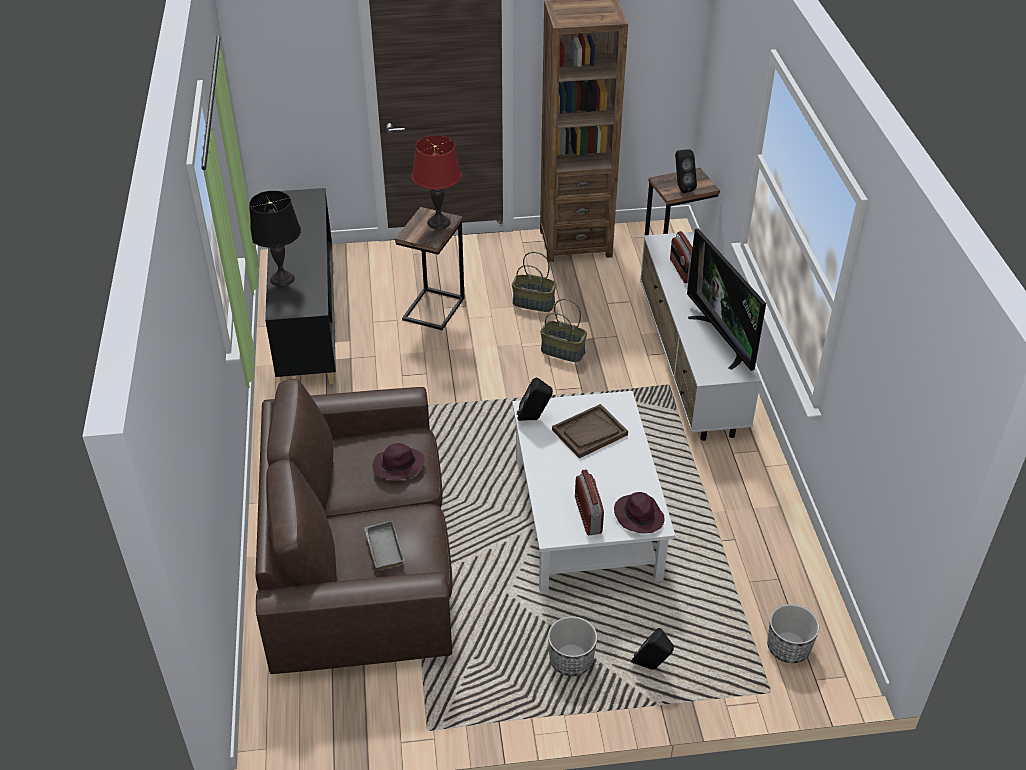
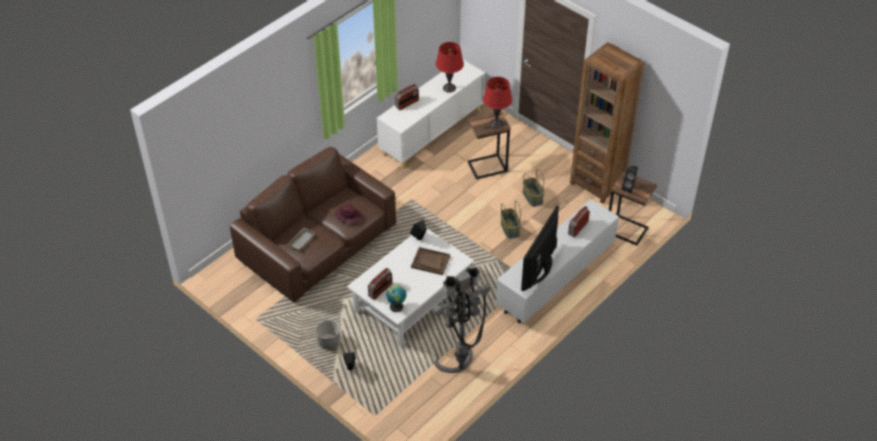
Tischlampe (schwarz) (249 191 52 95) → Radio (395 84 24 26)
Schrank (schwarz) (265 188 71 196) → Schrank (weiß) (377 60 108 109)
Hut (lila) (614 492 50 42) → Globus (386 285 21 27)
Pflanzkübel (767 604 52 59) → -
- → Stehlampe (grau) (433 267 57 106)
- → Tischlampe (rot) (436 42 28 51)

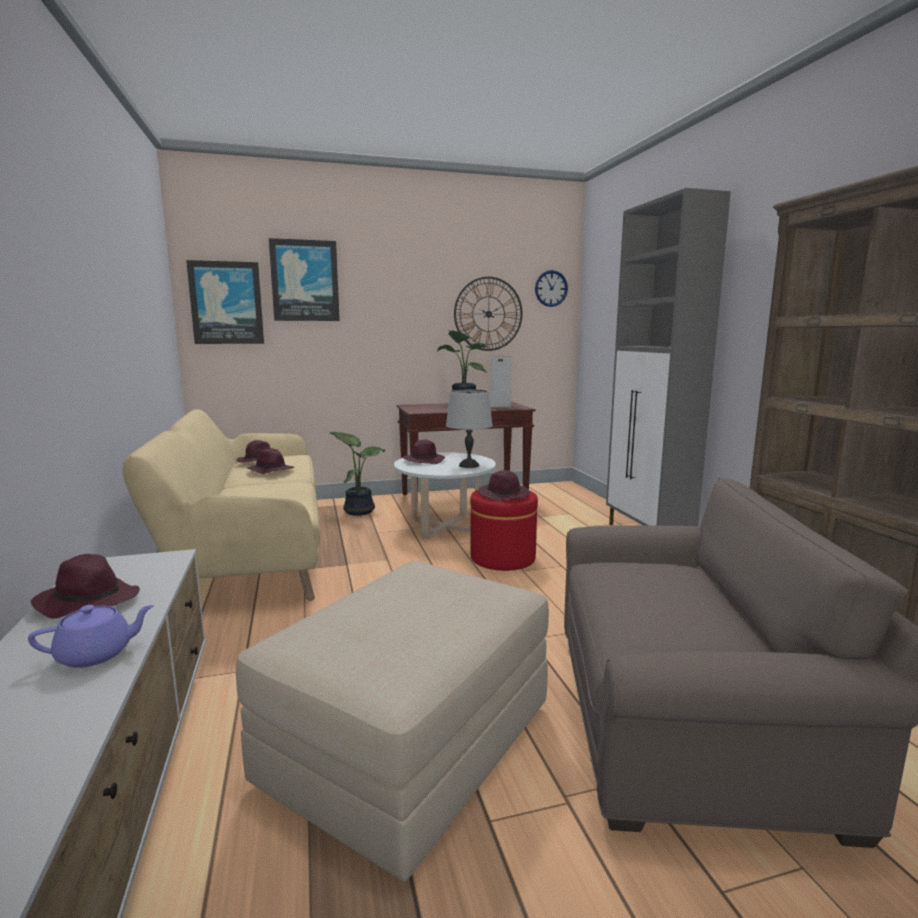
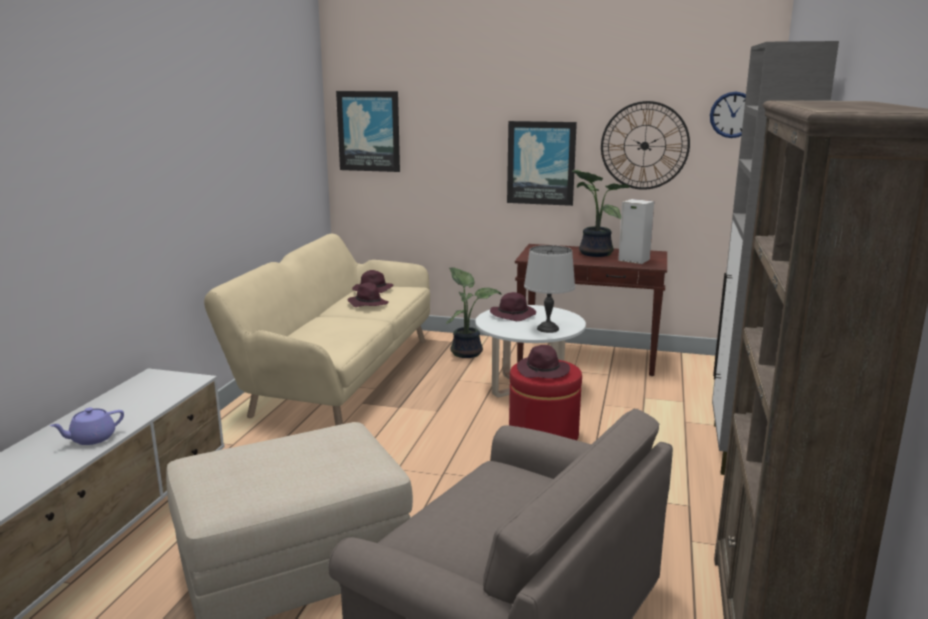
Teekanne (lila) (28 605 126 63) → Teekanne (lila) (50 408 74 37), 135 degrees clockwise
Hut (lila) (31 554 109 65) → -
Bild (269 238 71 83) → Bild (507 121 70 85), move

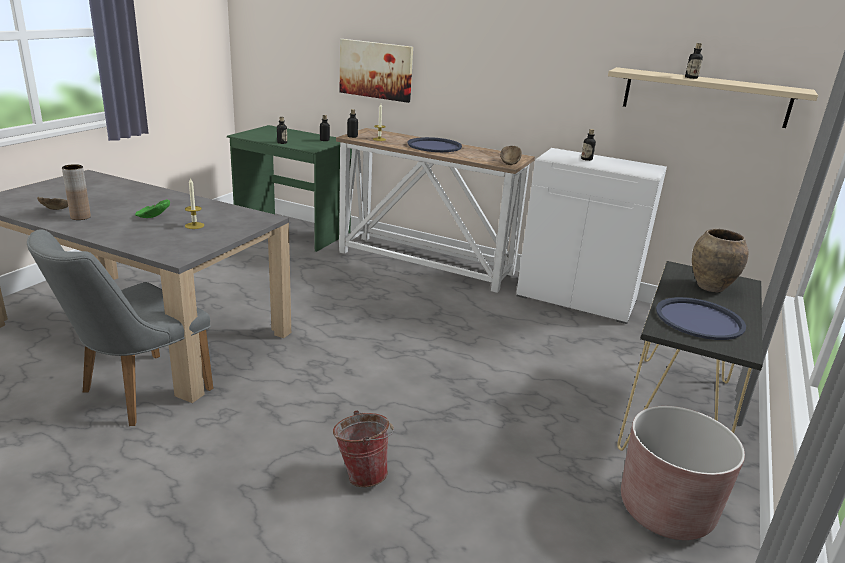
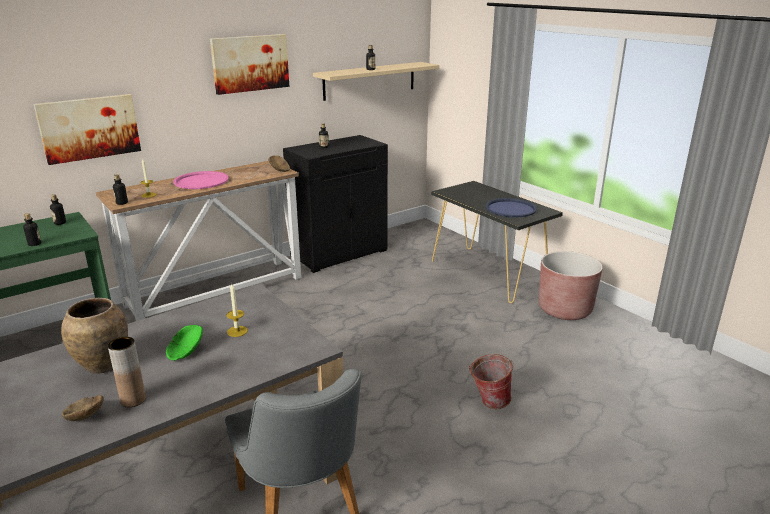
Tablett (blau) (408 137 54 15) → Tablett (rosa) (173 171 56 18)
Schrank (weiß) (516 148 151 176) → Schrank (schwarz) (283 135 105 138)
Vase (braun) (692 229 56 63) → Vase (braun) (61 298 67 76), move
- → Bild (210 34 80 61)

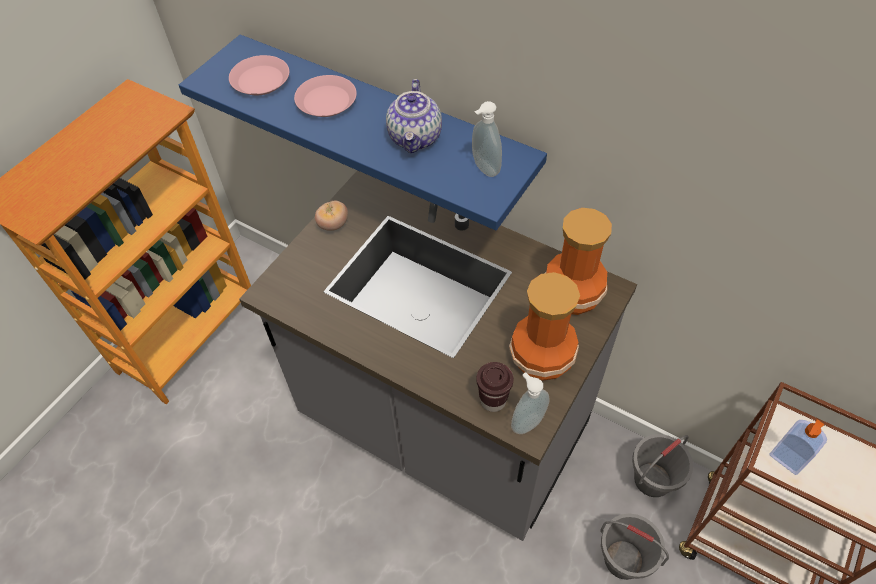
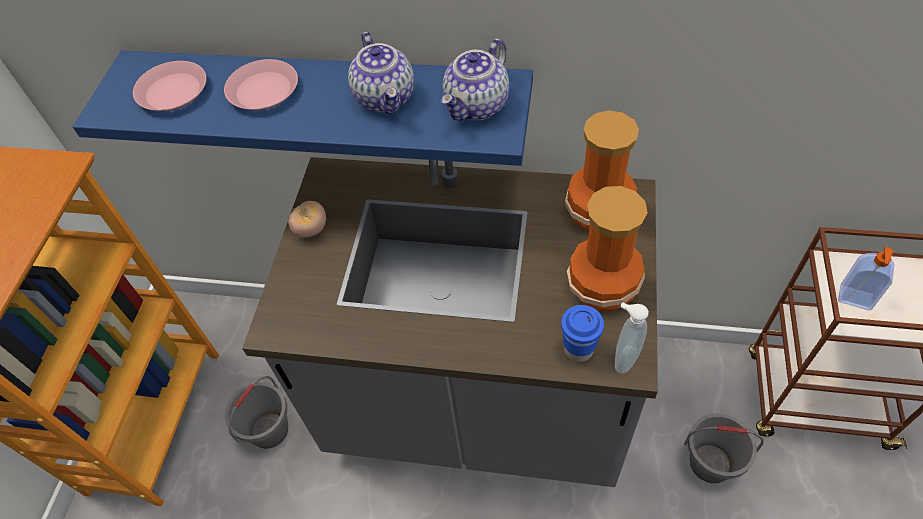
Seifenspender (472 101 30 76) → Teekanne (442 38 67 82)
Tasse (braun) (476 362 38 50) → Tasse (blau) (561 305 43 57)
Eimer (grau) (632 434 61 63) → Eimer (grau) (225 376 63 73), move

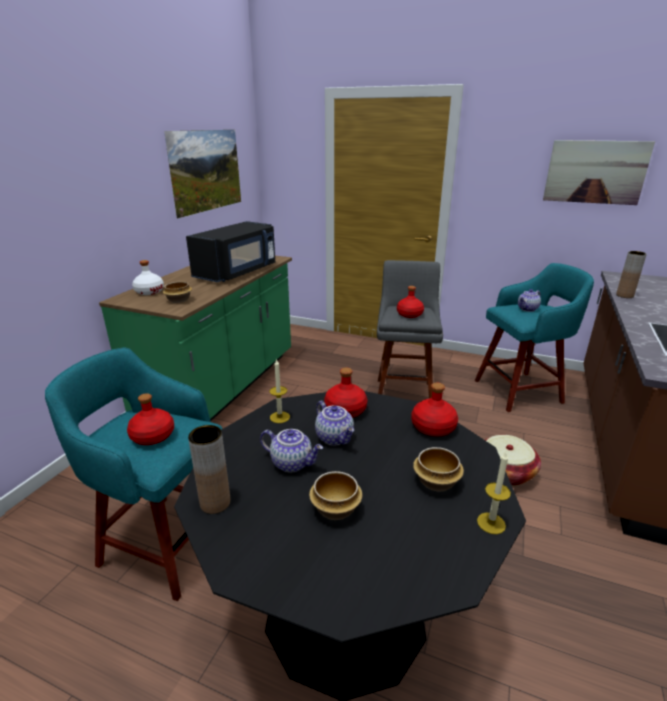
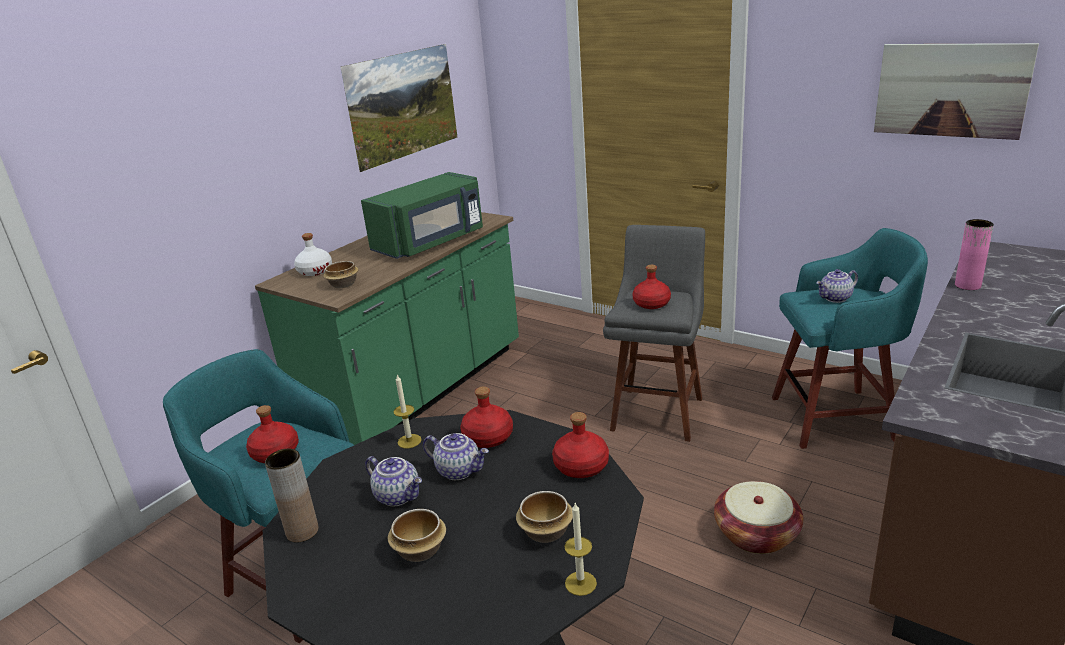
Mikrowelle (schwarz) (186 221 89 61) → Mikrowelle (grün) (361 172 122 87)
Teekanne (315 401 39 45) → Teekanne (423 433 66 47), 45 degrees counterclockwise
Vase (braun) (616 251 31 47) → Vase (rosa) (955 219 39 71)

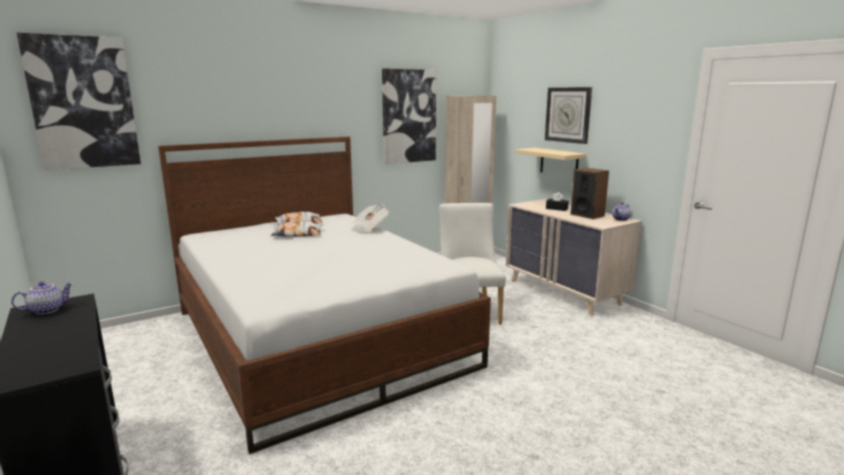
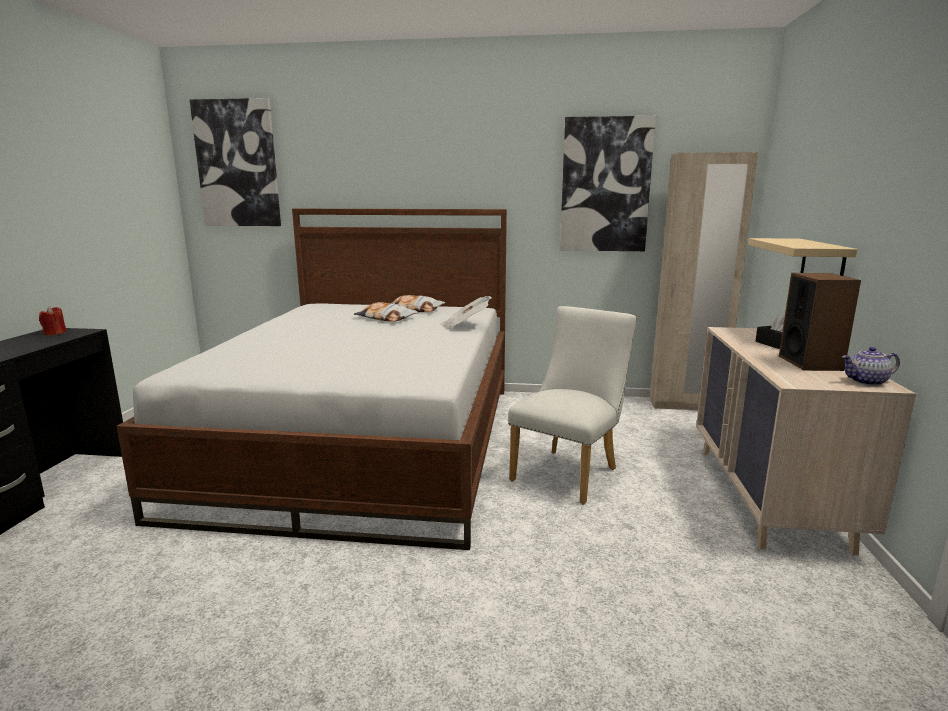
Teekanne (11 282 63 32) → Kerze (rot) (39 307 27 28)
Wanduhr (545 87 47 57) → -

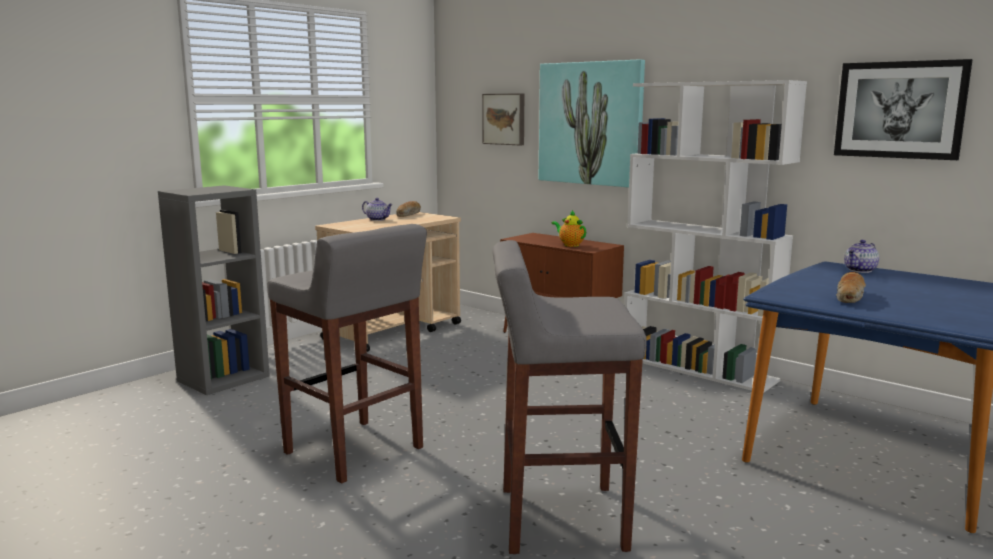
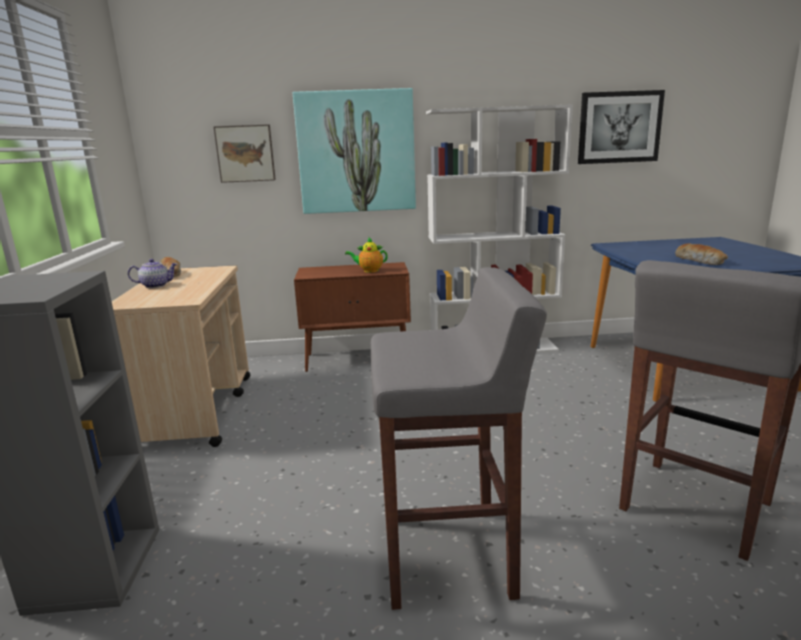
Teekanne (844 240 35 33) → -

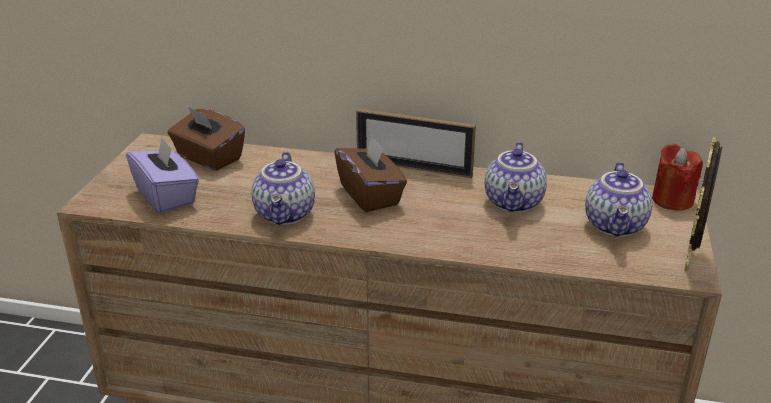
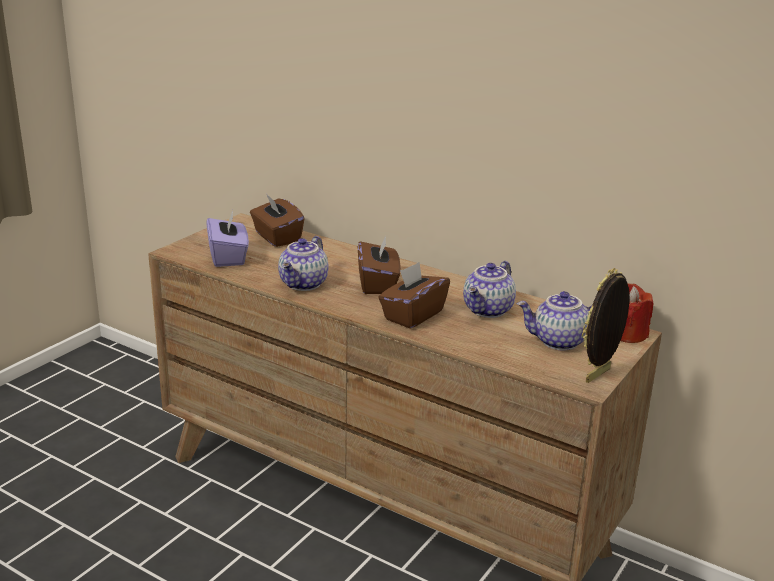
Bilderrahmen (356 109 120 69) → -
Teekanne (585 162 67 75) → Teekanne (516 291 76 60), 60 degrees clockwise
- → Taschentuchbox (braun) (378 262 72 66)

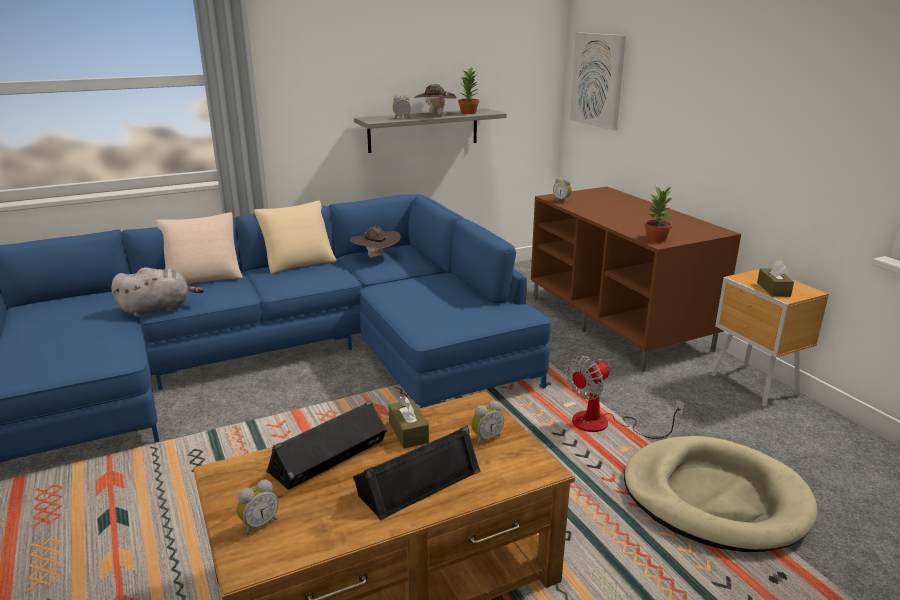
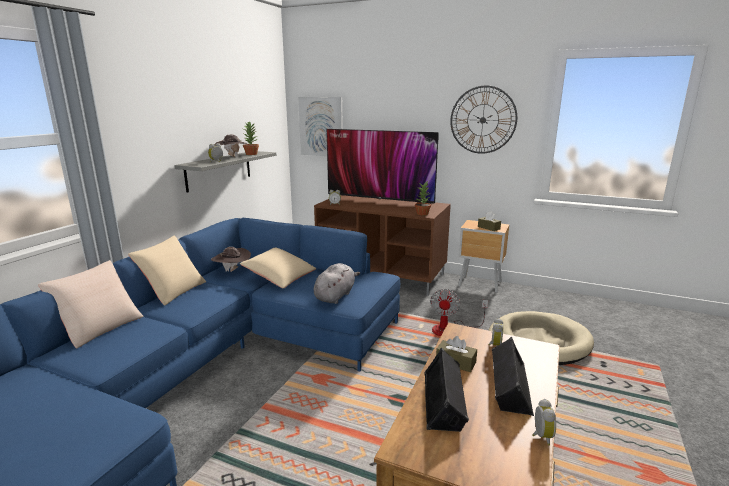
Plüschtier (grau) (111 267 93 50) → Plüschtier (grau) (314 263 46 41), move
Wecker (237 479 42 56) → Wecker (532 399 24 47), move
- → Kissen (beige) (240 248 77 40)
- → Fernseher (327 129 112 75)
- → Wanduhr (450 86 67 68)

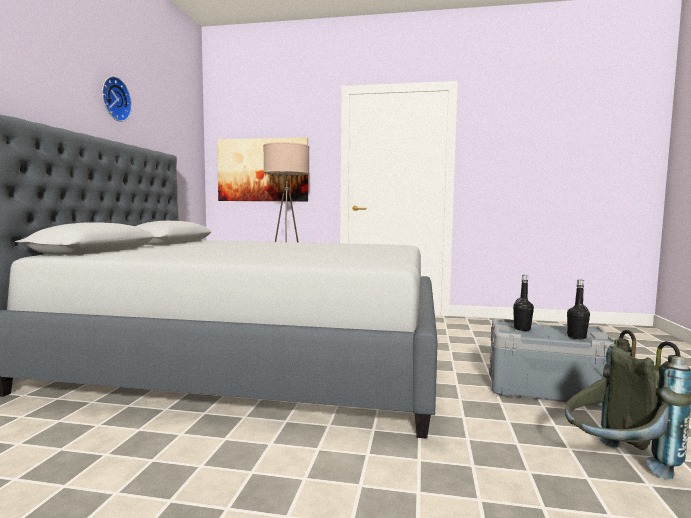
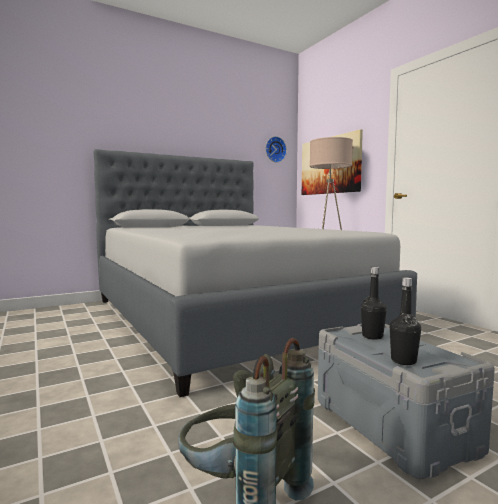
Wanduhr (102 76 30 46) → Wanduhr (265 136 22 27), move

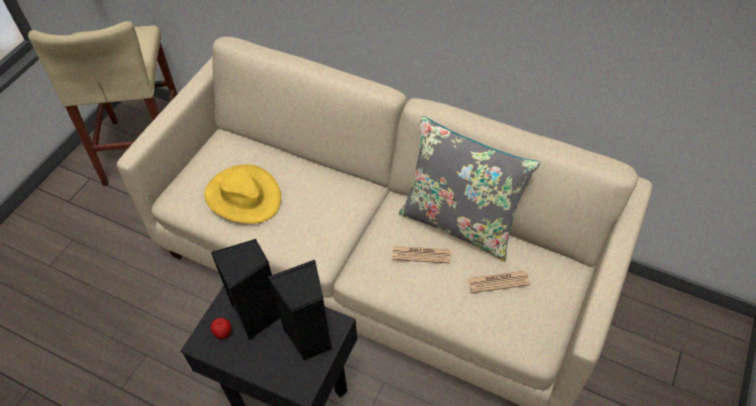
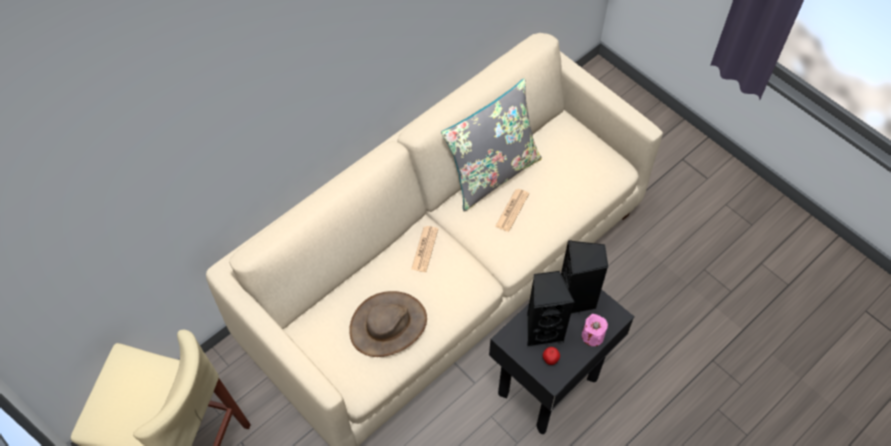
Hut (gelb) (204 165 77 59) → Hut (braun) (349 291 78 66)
Zeitung (468 271 62 22) → Zeitung (412 226 26 46), move
- → Kerze (rosa) (582 314 26 32)

